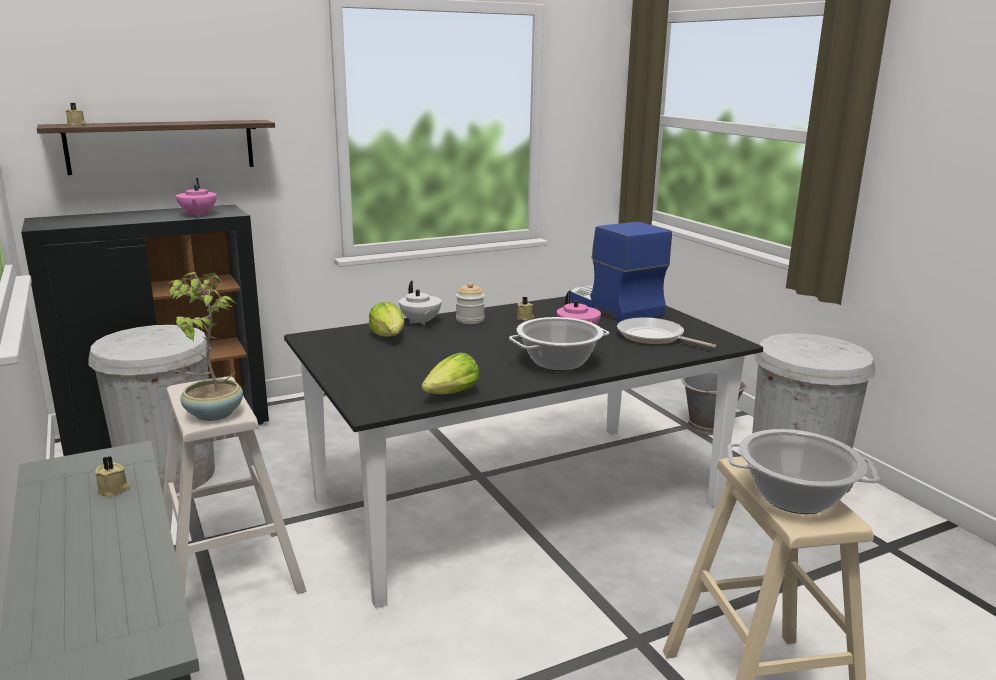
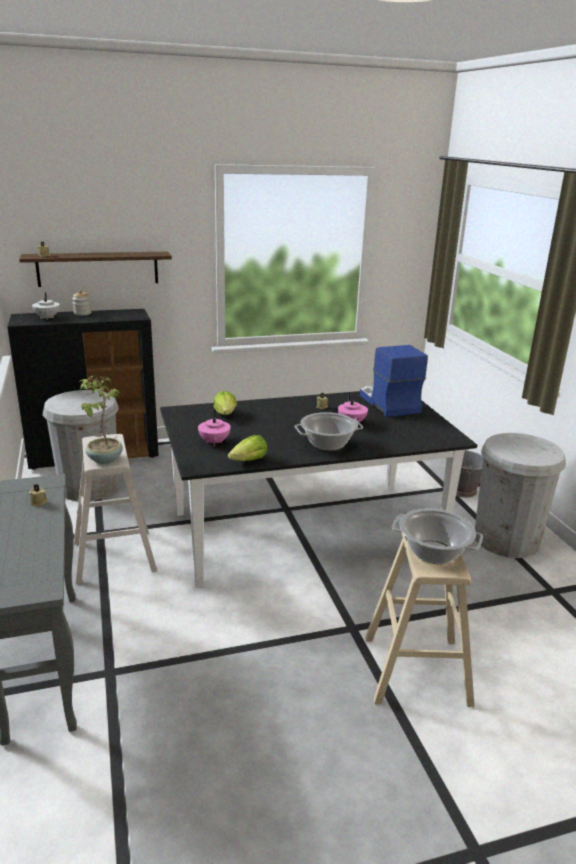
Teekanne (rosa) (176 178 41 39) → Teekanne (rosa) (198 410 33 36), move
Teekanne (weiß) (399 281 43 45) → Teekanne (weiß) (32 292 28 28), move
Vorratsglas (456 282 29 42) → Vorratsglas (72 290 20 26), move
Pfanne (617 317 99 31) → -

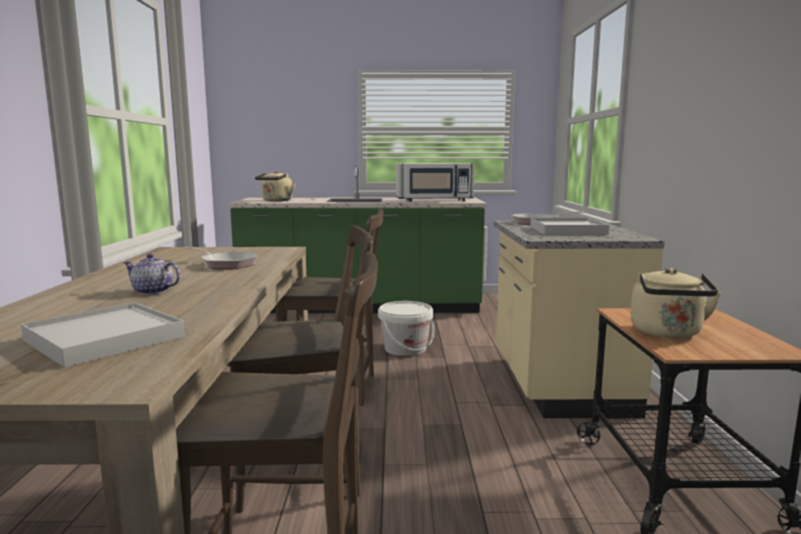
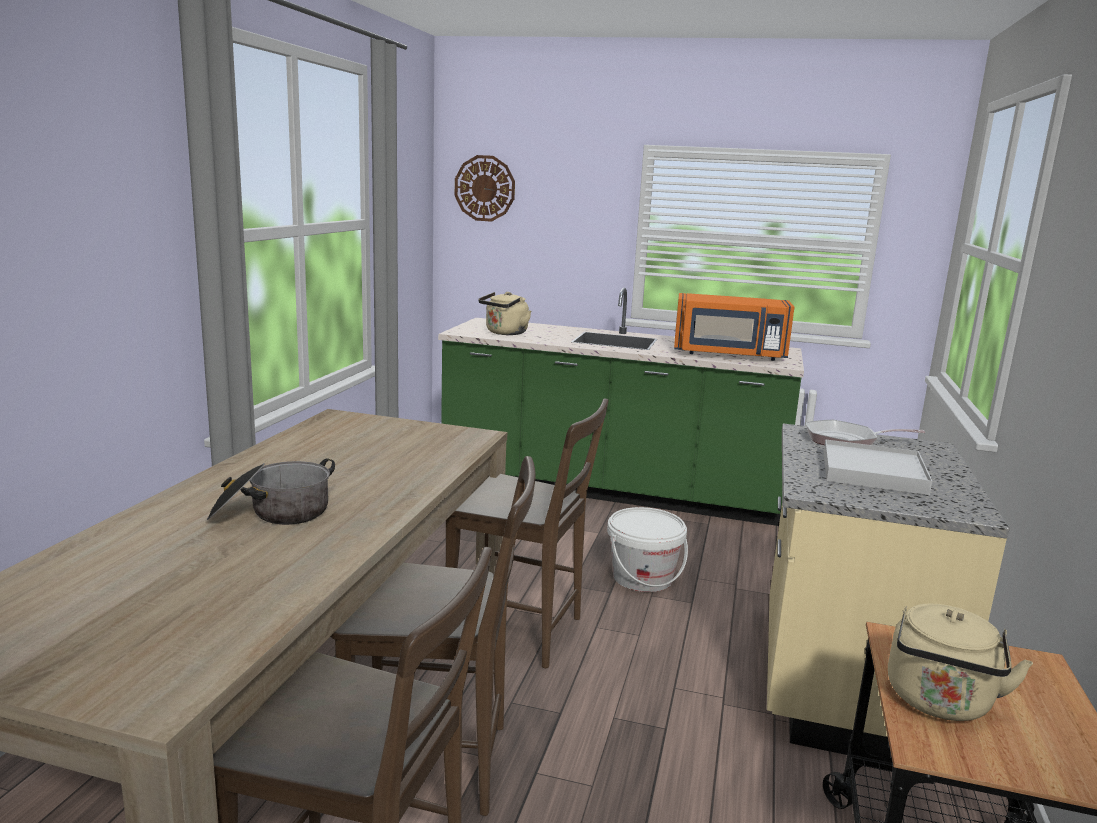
Tablett (weiß) (21 302 164 66) → -
Teekanne (123 254 58 41) → Kochtopf (207 458 128 67)
Pfanne (184 247 74 22) → -
Mikrowelle (weiß) (396 163 78 39) → Mikrowelle (orange) (674 293 120 68)
- → Wanduhr (455 155 60 67)

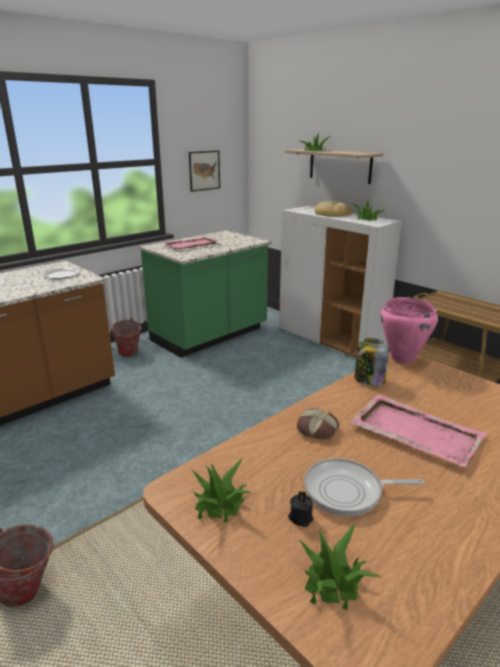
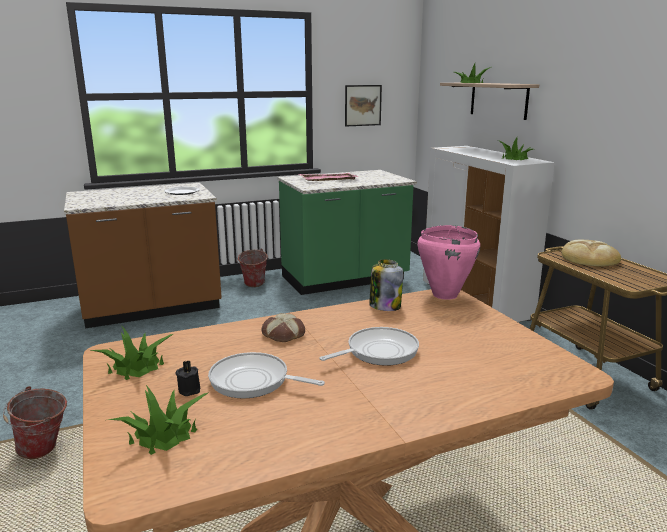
Brot (315 201 37 15) → Brot (562 240 59 26), move
Tablett (rosa) (349 394 138 73) → Pfanne (319 327 100 39)

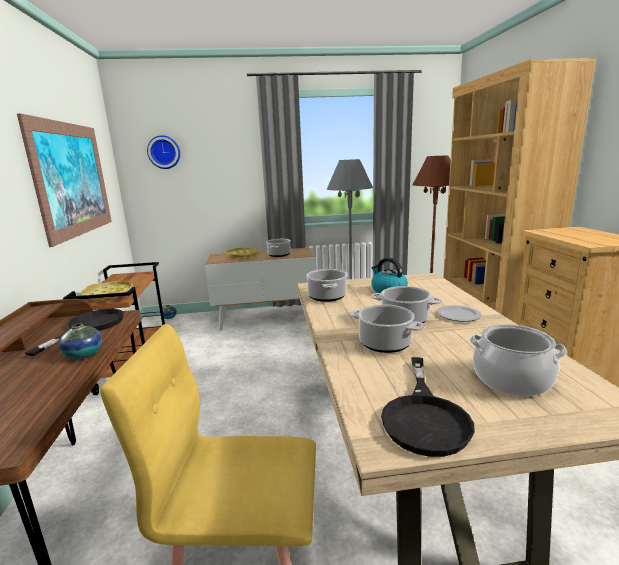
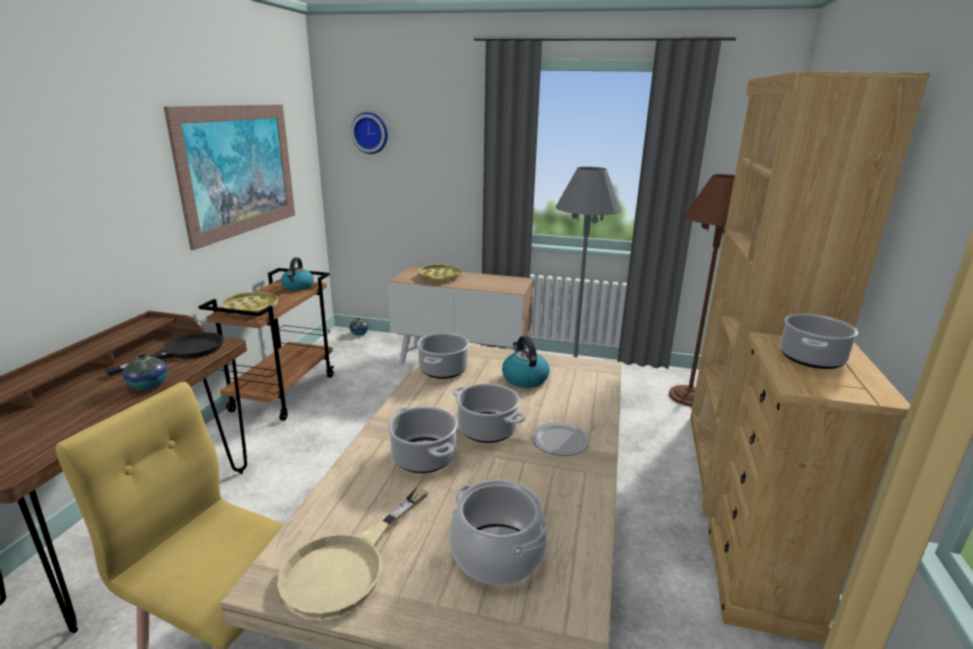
Kochtopf (266 239 25 18) → Kochtopf (780 313 78 56), move
Pfanne (schwarz) (381 357 94 100) → Pfanne (beige) (277 487 151 131)
- → Wasserkessel (281 257 33 33)

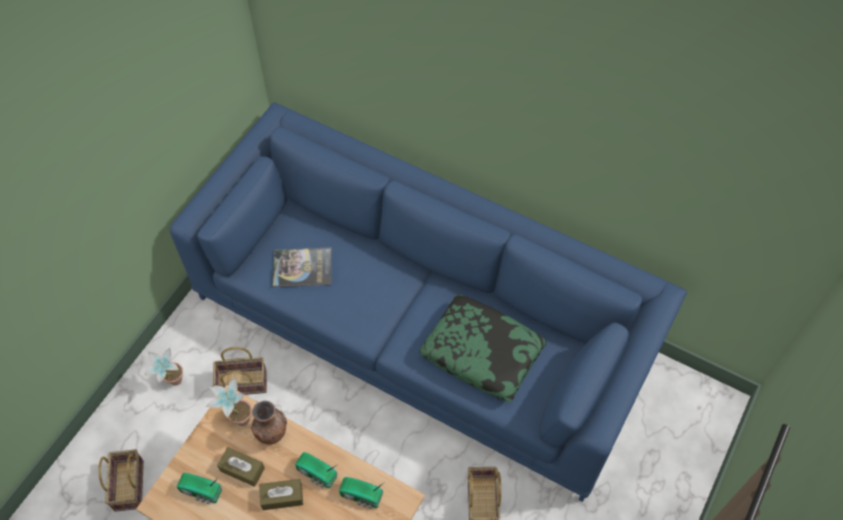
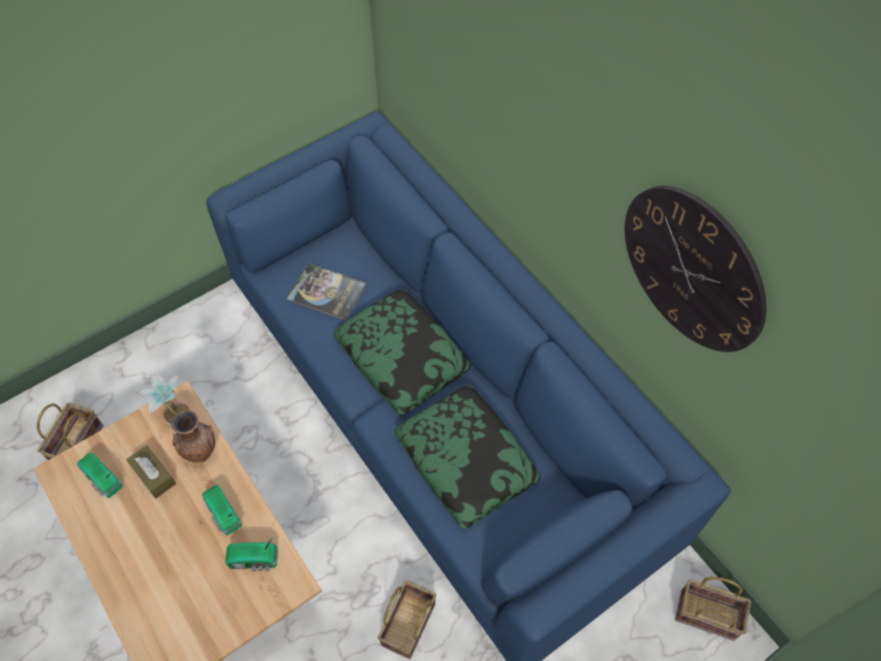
Topfpflanze (145 348 38 38) → -
Korb (213 347 54 48) → Korb (675 577 76 64), move
Taschentuchbox (braun) (259 479 44 31) → -
Radio (339 477 46 32) → Radio (225 534 53 37), 45 degrees counterclockwise
- → Kissen (333 290 138 124)
- → Wanduhr (625 186 142 166)

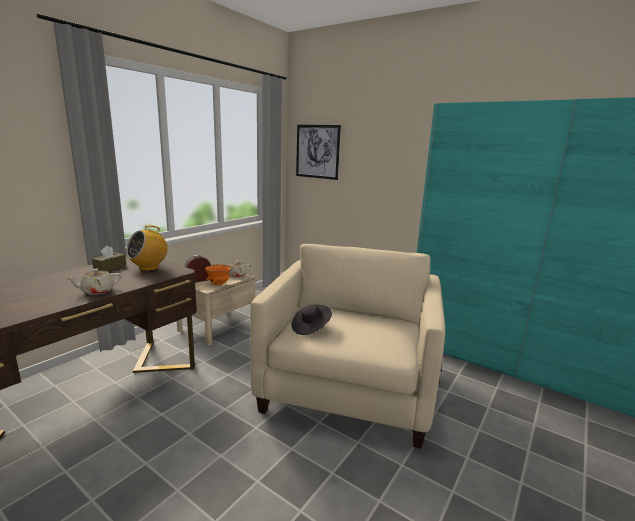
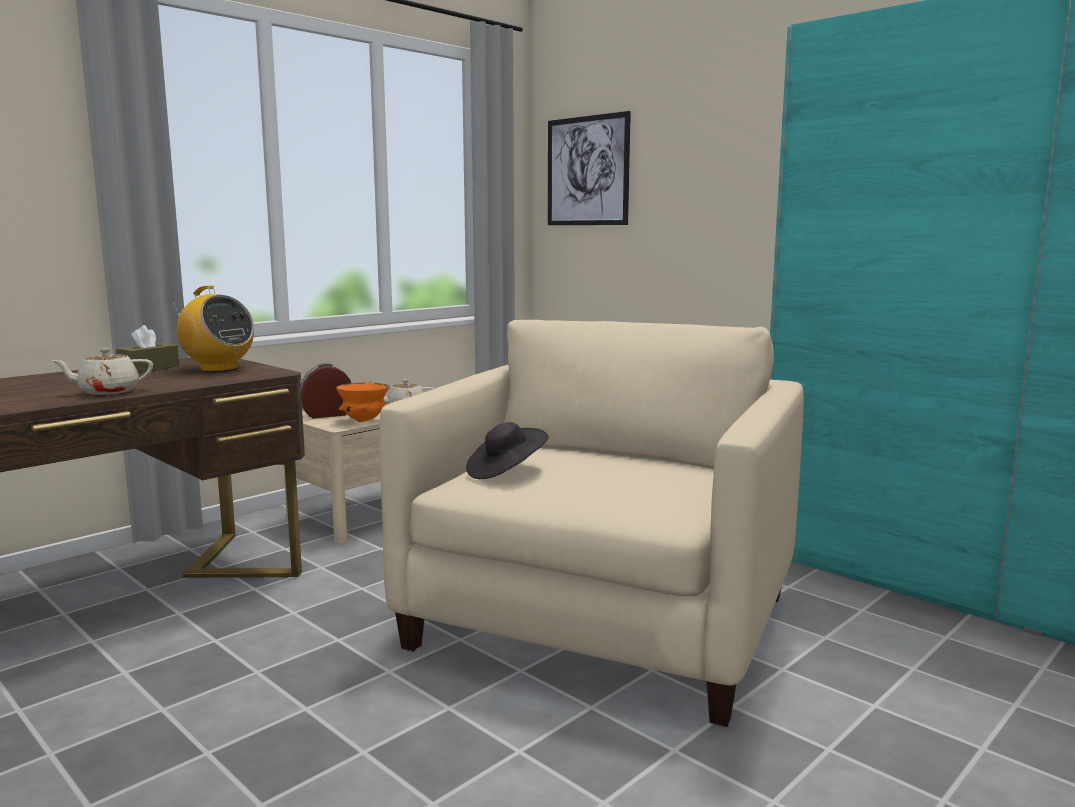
Radio (126 225 41 46) → Radio (173 286 81 86), 105 degrees counterclockwise

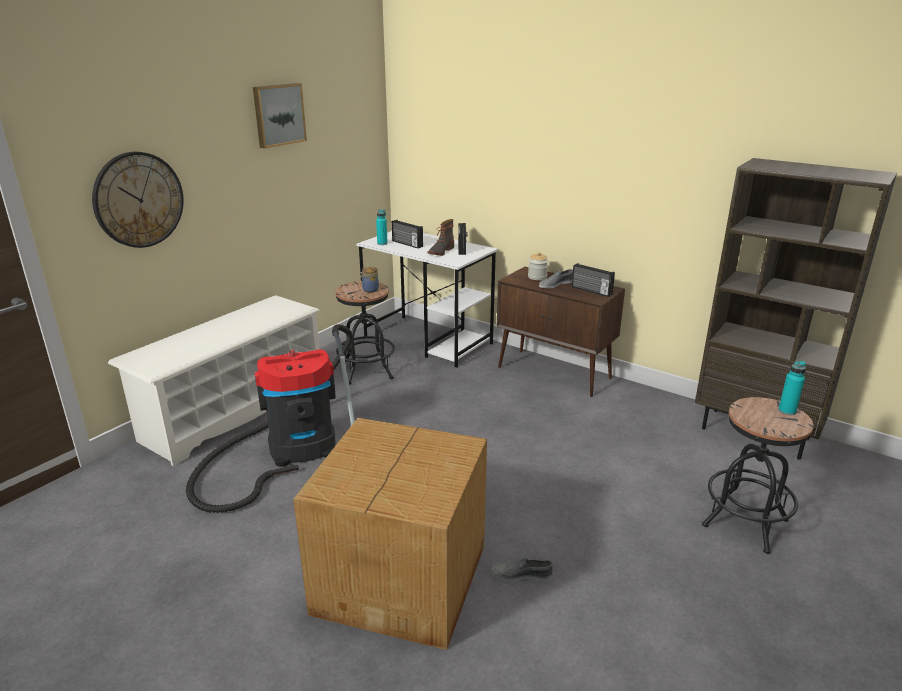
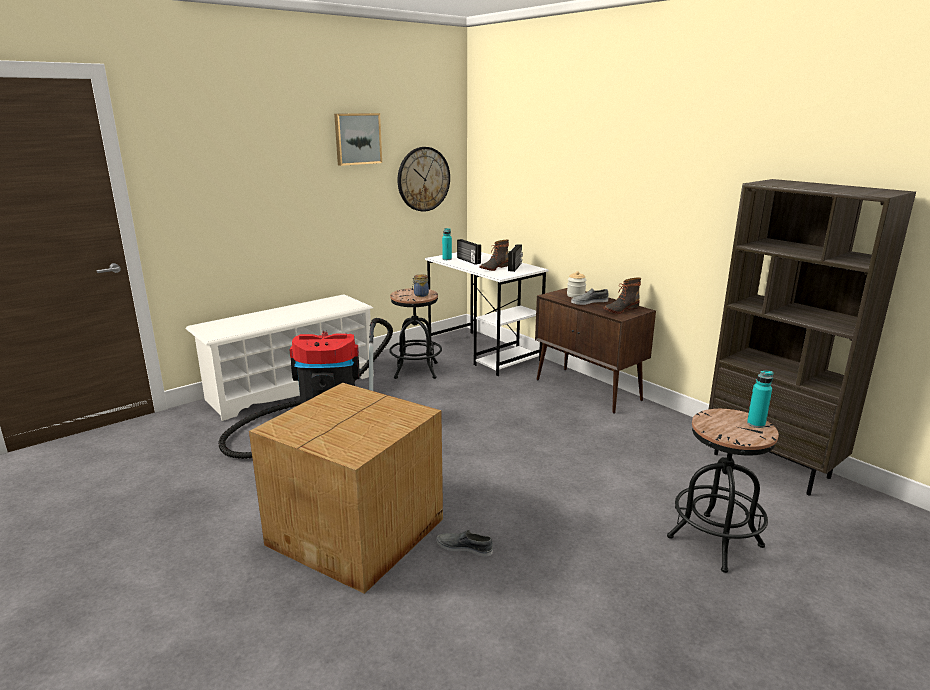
Wanduhr (92 152 92 96) → Wanduhr (398 147 52 65), move
Radio (572 263 43 34) → Stiefel (603 277 38 37)

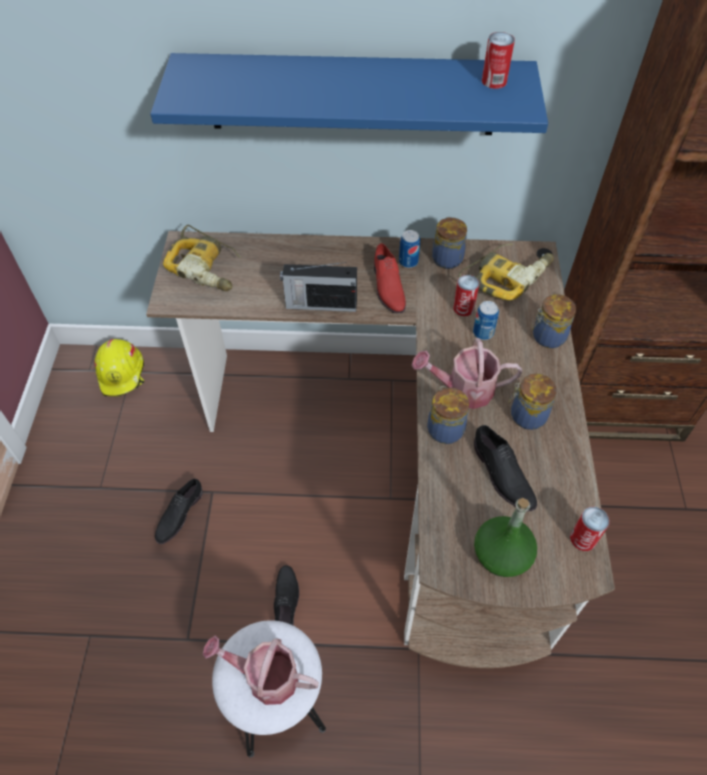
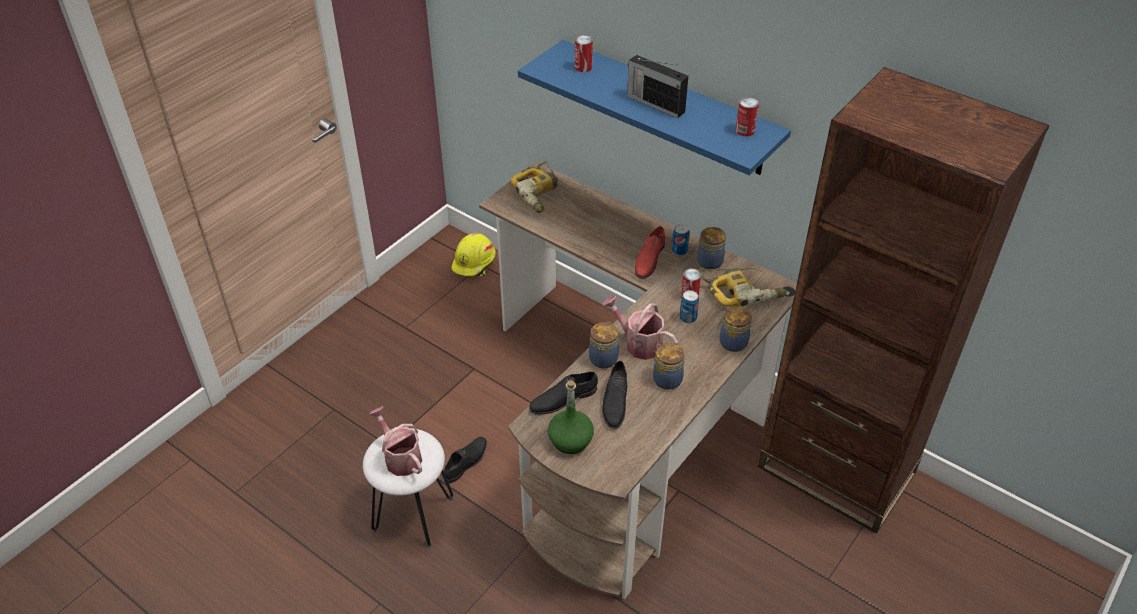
Schuh (schwarz) (155 479 48 65) → Schuh (schwarz) (529 372 69 43), move
Radio (280 262 77 50) → Radio (627 55 61 63), move
Dose (570 507 40 44) → Dose (575 35 18 37), move

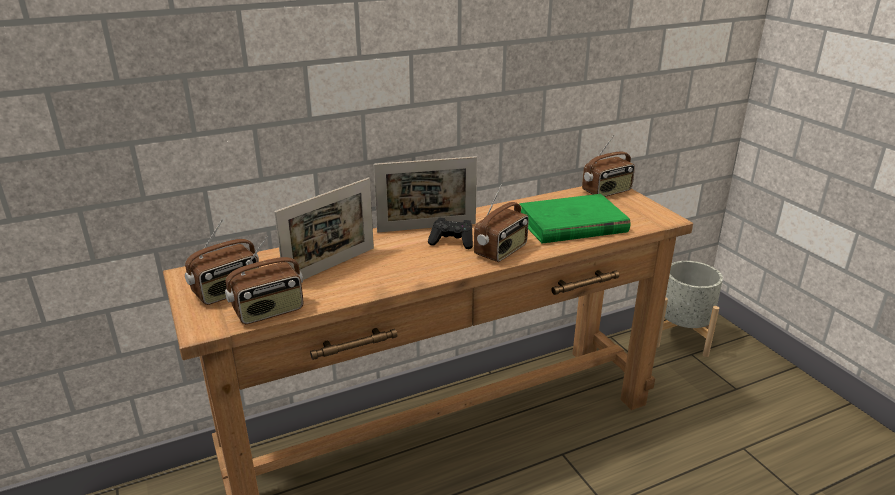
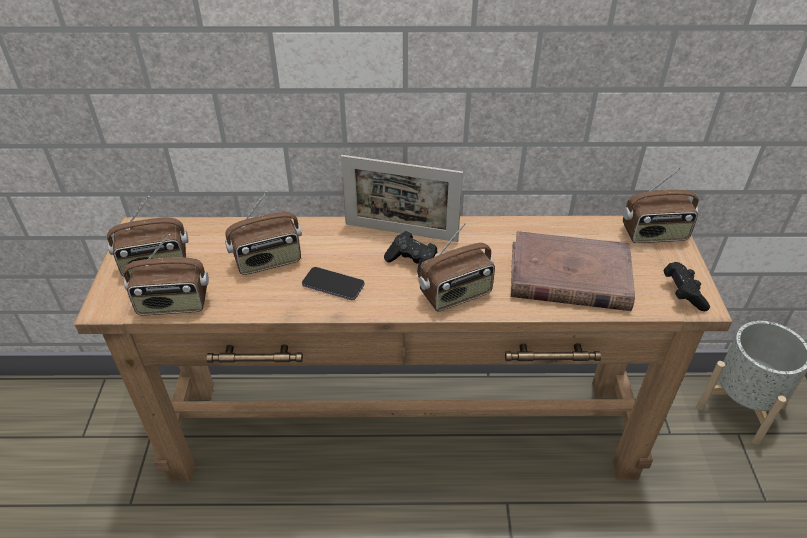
Bilderrahmen (274 177 100 103) → Radio (225 191 77 84)
Buch (grün) (519 194 111 50) → Buch (braun) (511 231 124 80)
- → Handy (302 267 63 33)
- → Gamepad (schwarz) (663 262 47 49)

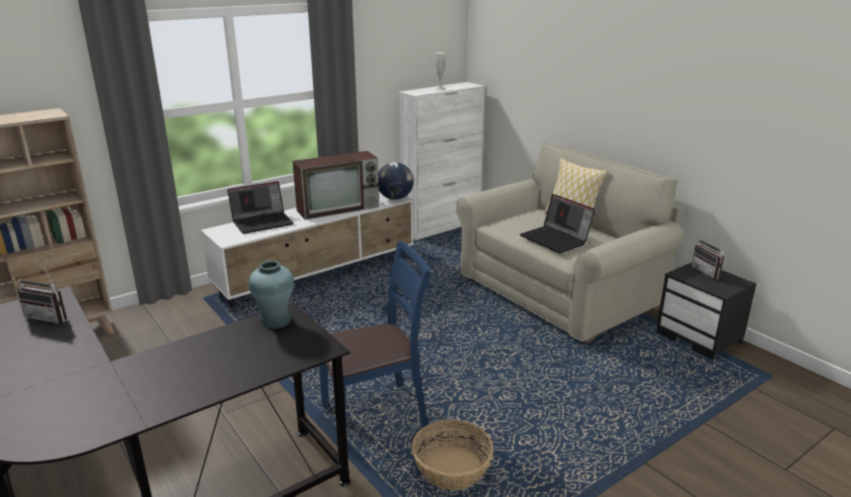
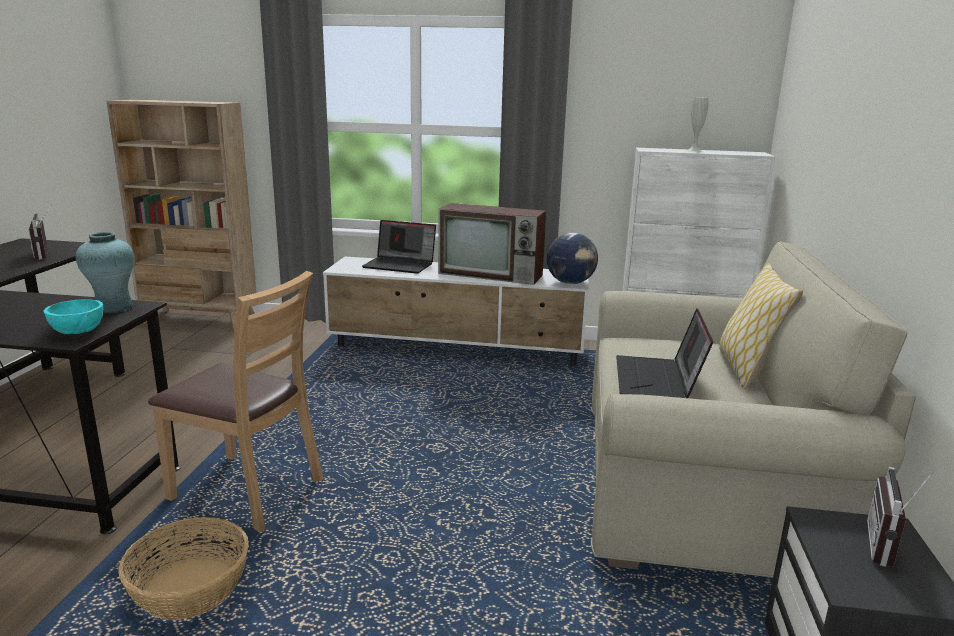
Stuhl (blau) (319 241 112 186) → Stuhl (braun) (148 271 175 261)
- → Schüssel (türkis) (43 299 60 35)

